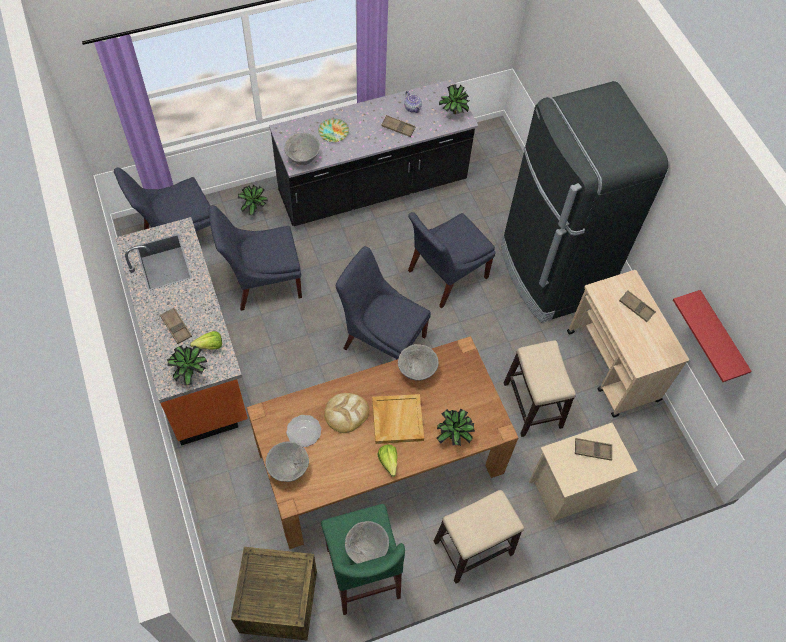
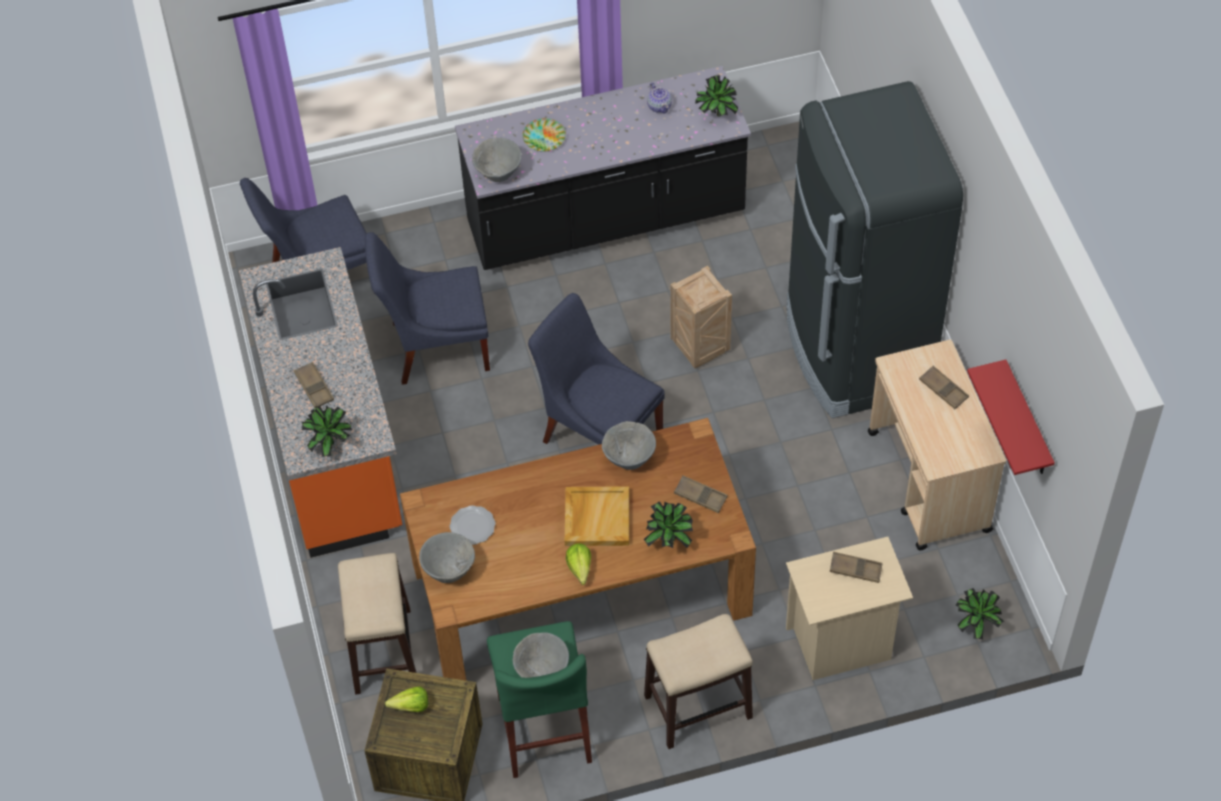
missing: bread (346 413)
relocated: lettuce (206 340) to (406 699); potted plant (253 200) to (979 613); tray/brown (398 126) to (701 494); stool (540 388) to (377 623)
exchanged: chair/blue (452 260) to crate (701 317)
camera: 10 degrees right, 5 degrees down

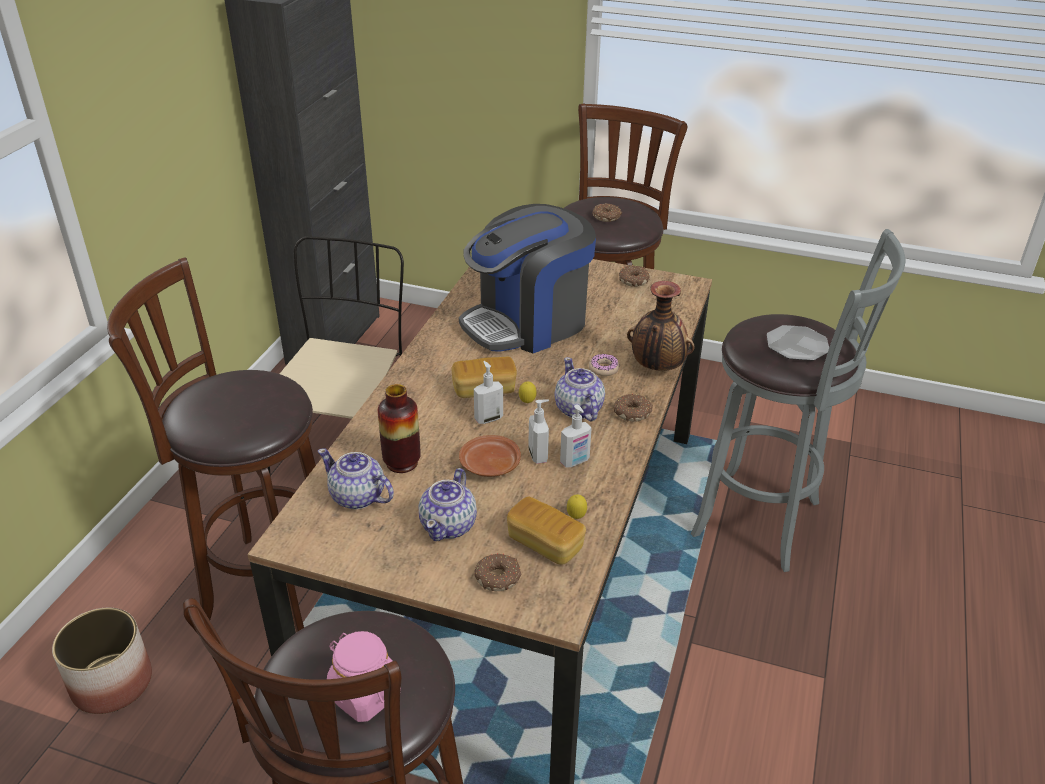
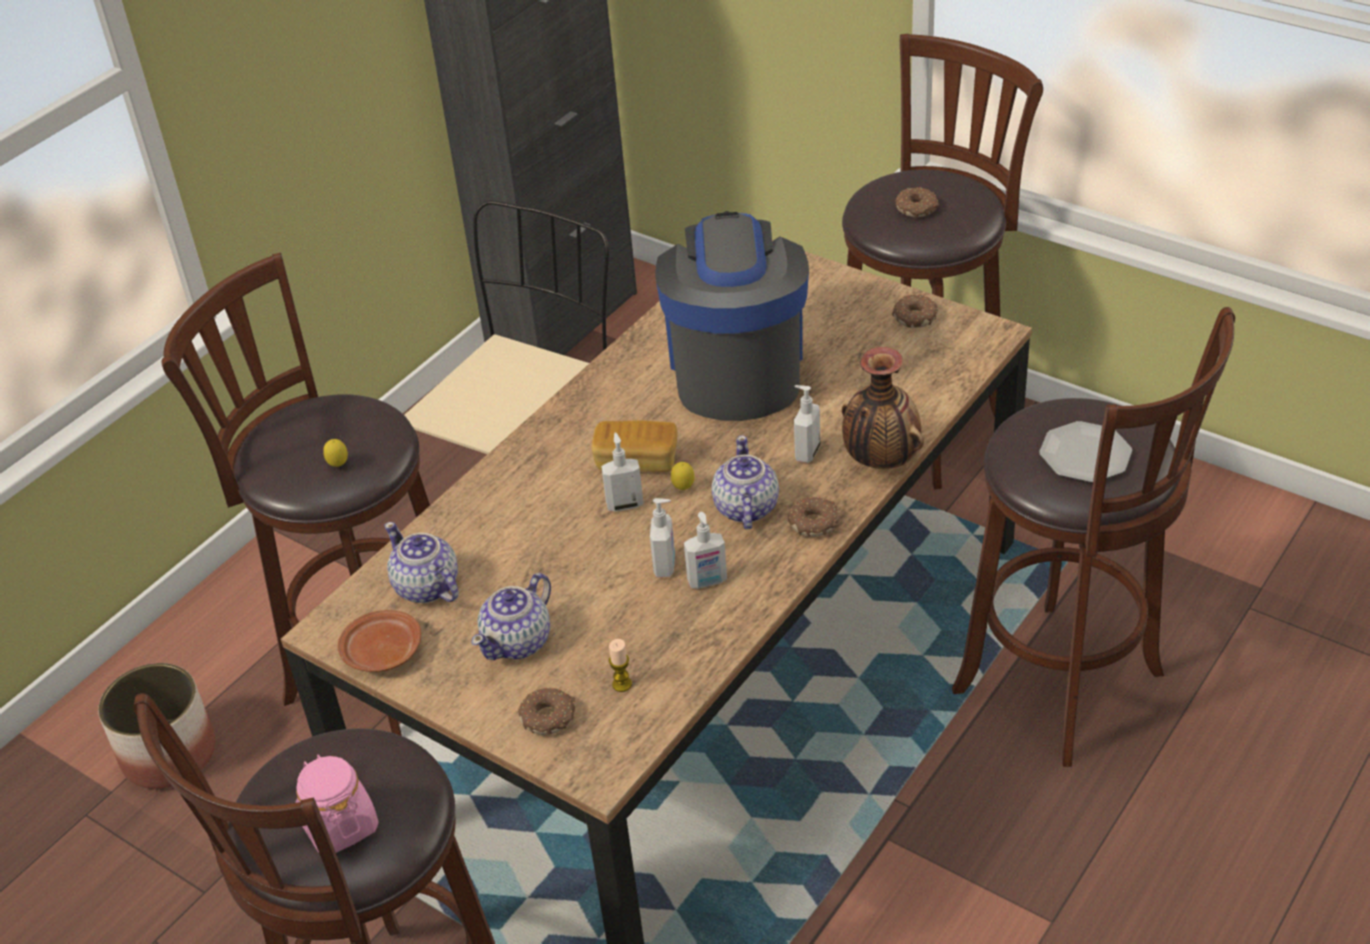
missing: vase (399 428)
relocated: plate/brown (490 456) to (379 641); lemon (577 506) to (335 453)
exchanged: bread (546 530) to candle (620 665); donut (604 365) to soap dispenser (807 424)
colour: stool/grey (798 400) to stool/brown (1093 537)
spun: coffee machine (527 278) = (732 316) 105 degrees clockwise
camera: 20 degrees right, 5 degrees up

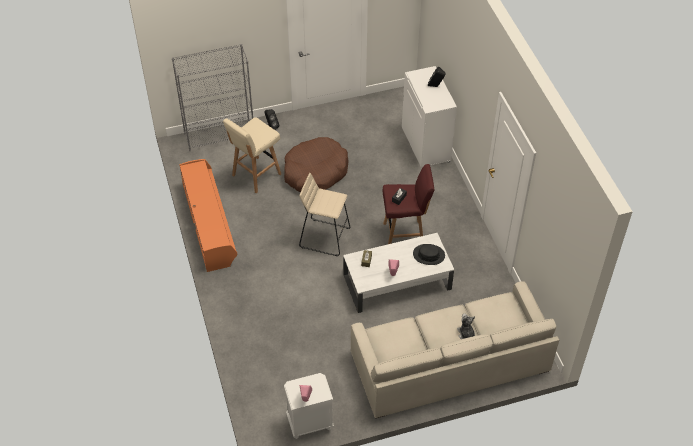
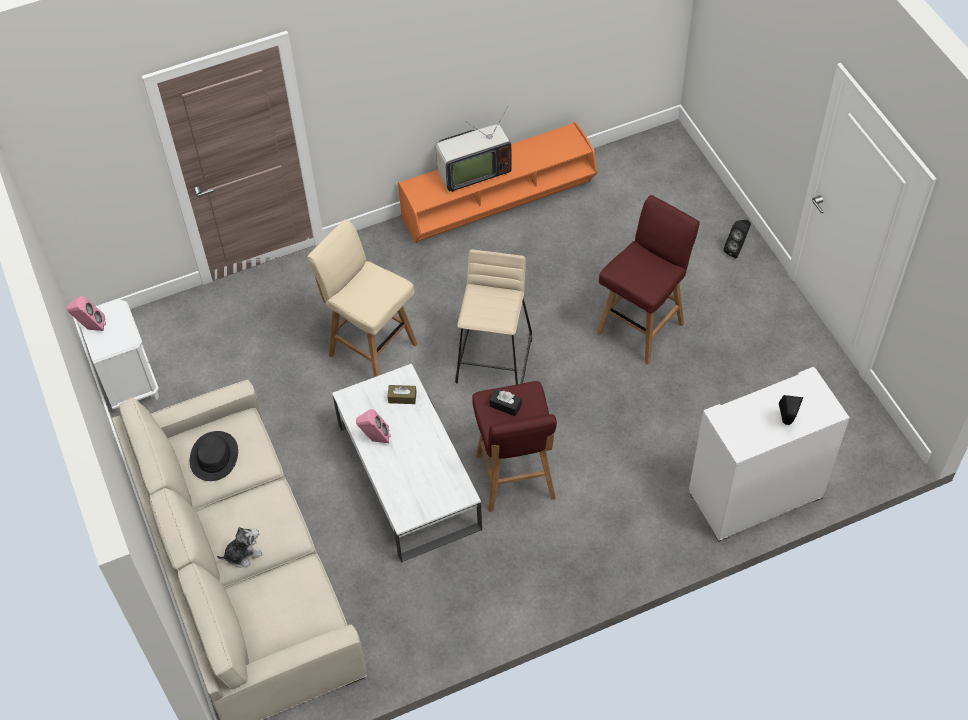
missing: bookcase/grey (212 97)
appeared: television (474 149)
relocated: stool/beige (252 155) to (362 298); hat/black (429 254) to (214 456)
exchanged: dog bed/brown (316 164) to stool/red (648 280)
camera: 85 degrees right, 5 degrees up

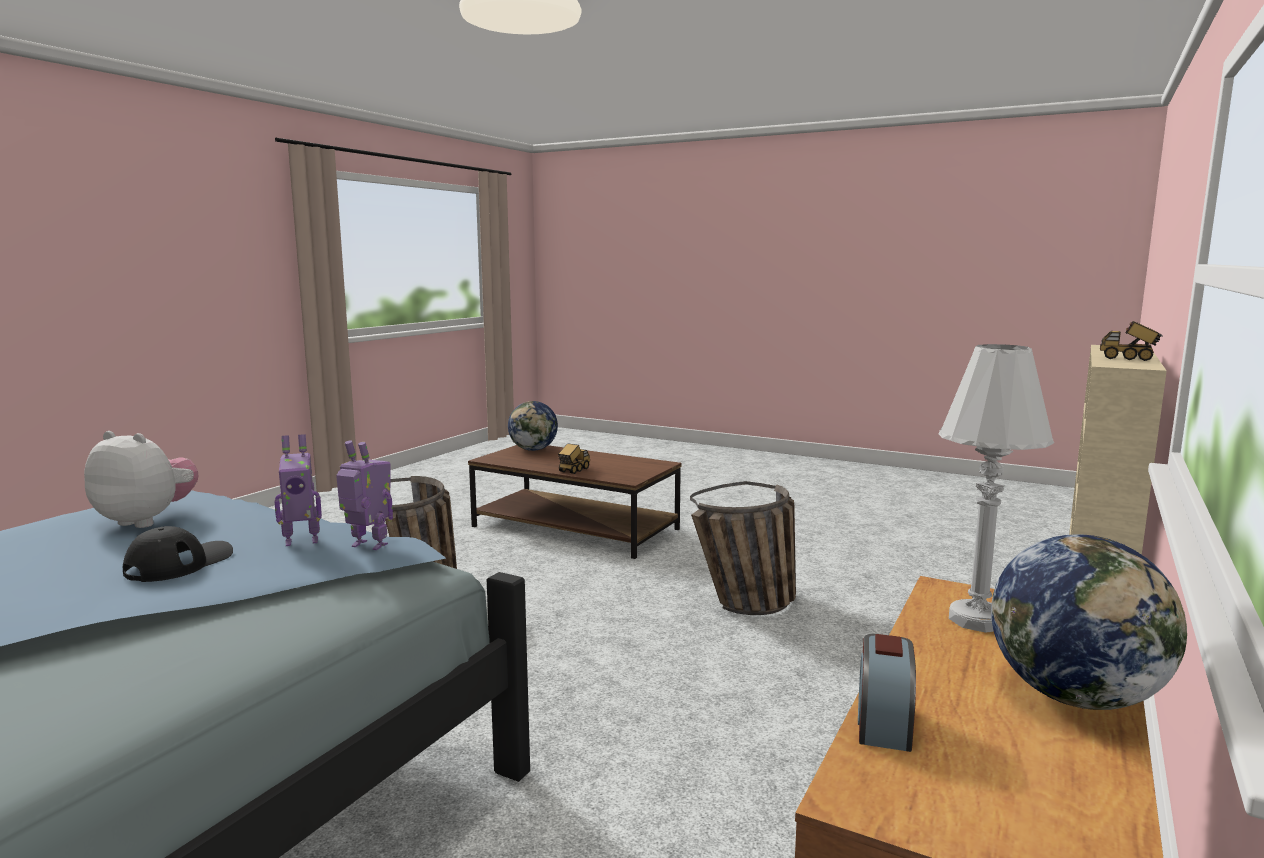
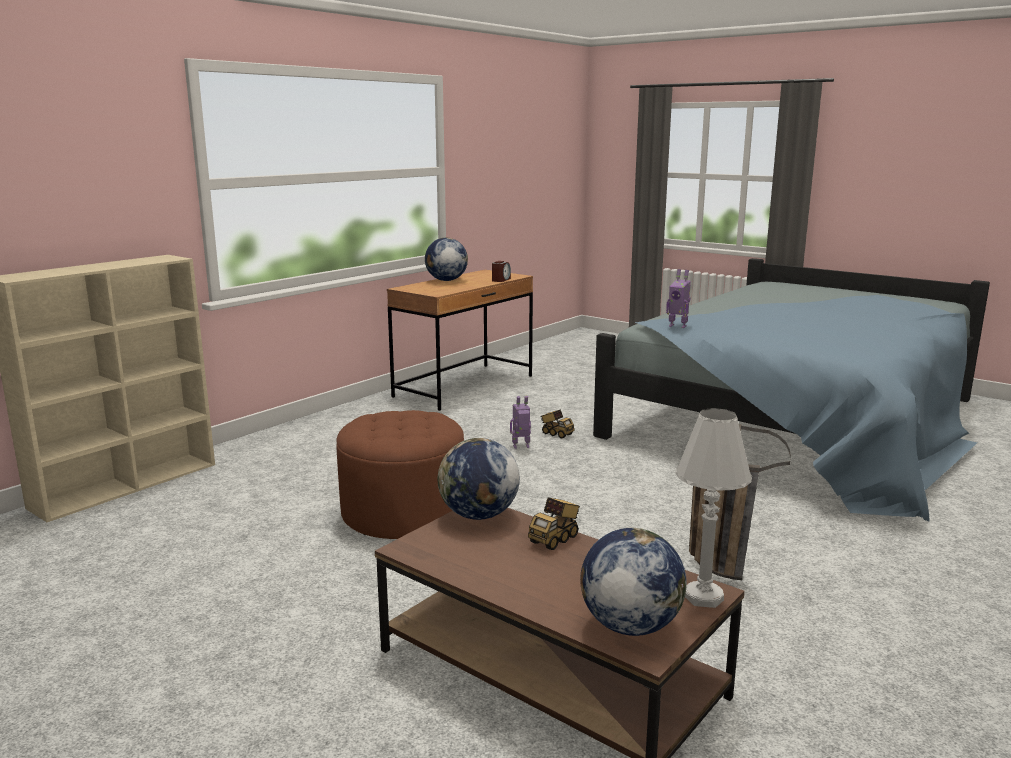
missing: plush toy (141 479); cap/black (178 554)
appeared: globe (479 479)
relocated: toy robot (298 490) to (520 422); table lamp/white (996 488) to (713 508); toy truck (1131 341) to (557 423)
exchanged: basket (743 548) to ottoman/brown (400 474)
camera: 170 degrees left, 5 degrees up

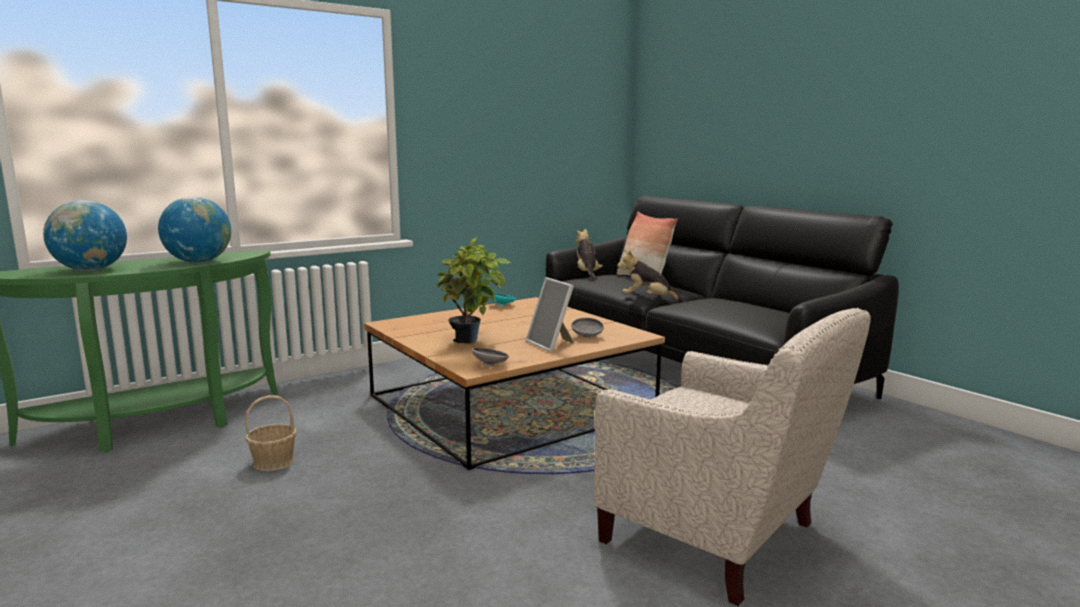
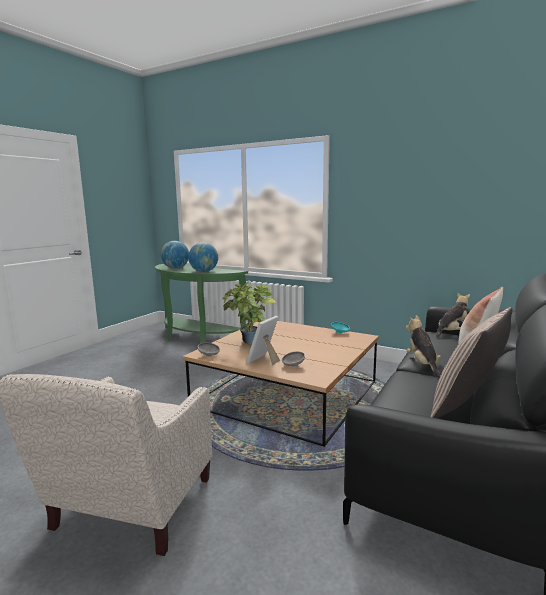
missing: basket (271 433)
appeared: pillow (471 363)
camera: 65 degrees right, 0 degrees up

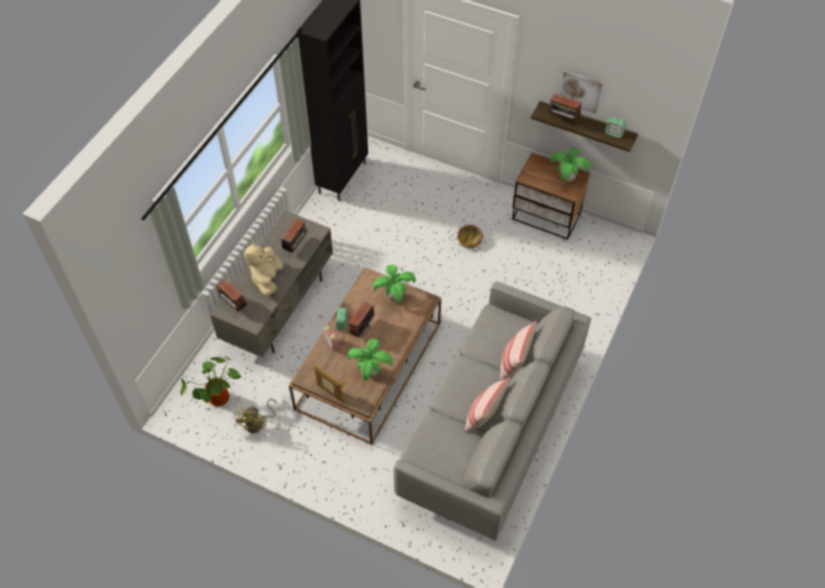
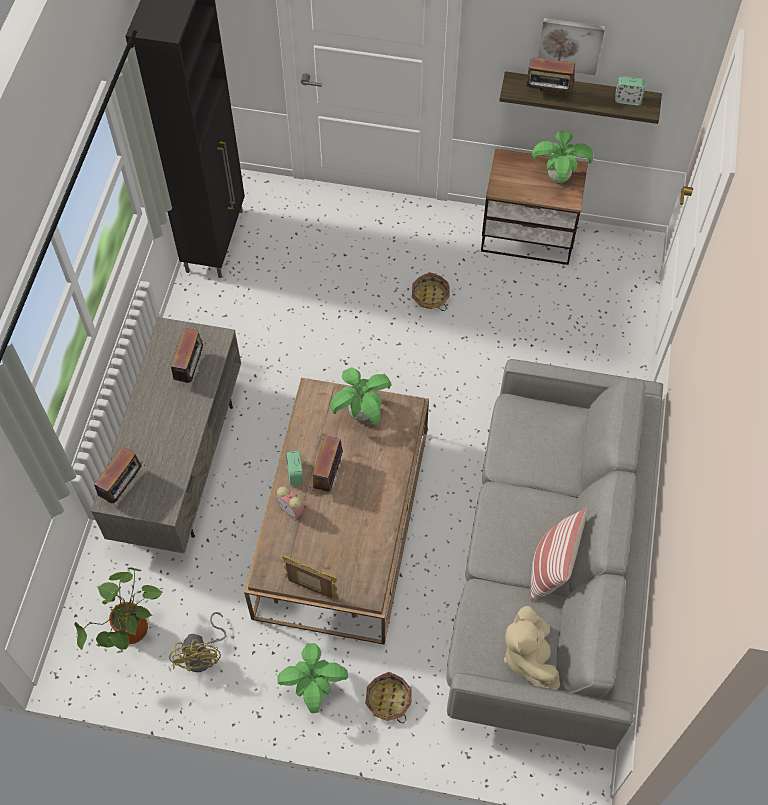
missing: pillow (518 351)
appeared: basket (388 697)
relocated: plush toy/beige (263 268) to (532 648); potted plant (370 359) to (312 678)
spun: radio (232 295) = (119 474) 90 degrees counterclockwise
camera: 15 degrees left, 5 degrees up

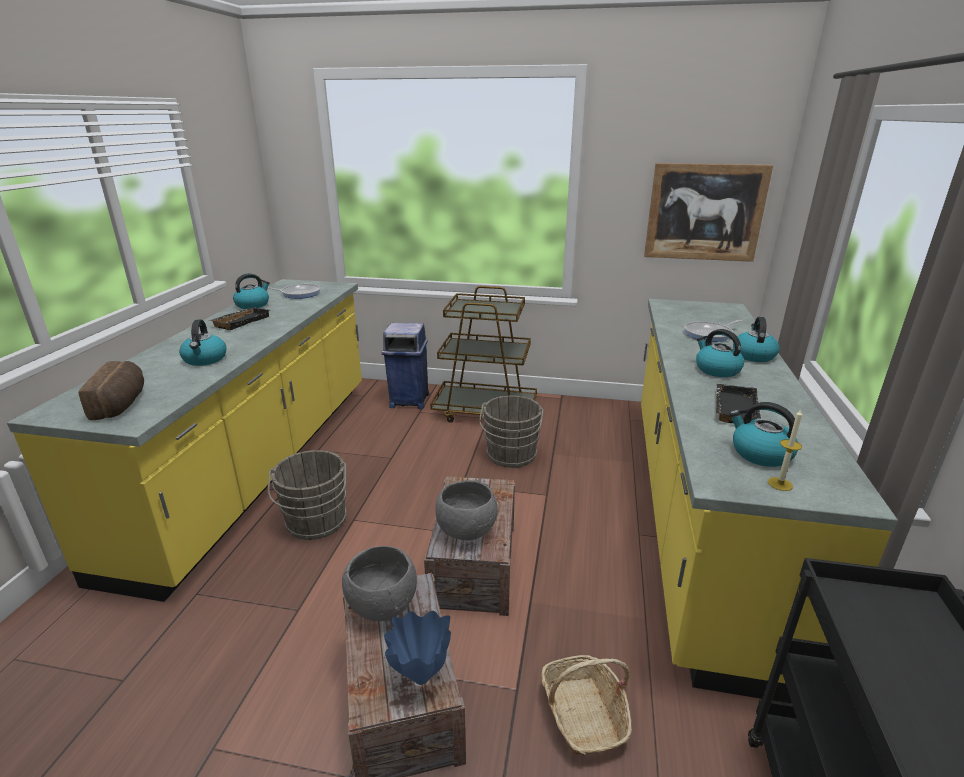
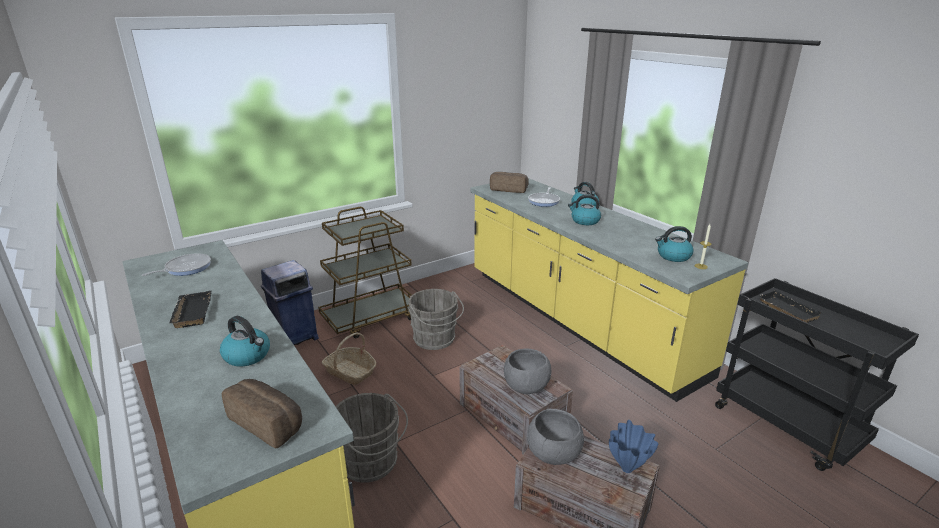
missing: kettle (251 291); picture (708 212)
appeared: bread (509 182)
relocated: basket (586 705) to (348 358); tray/black (738 403) to (790 306)
camera: 45 degrees left, 0 degrees up

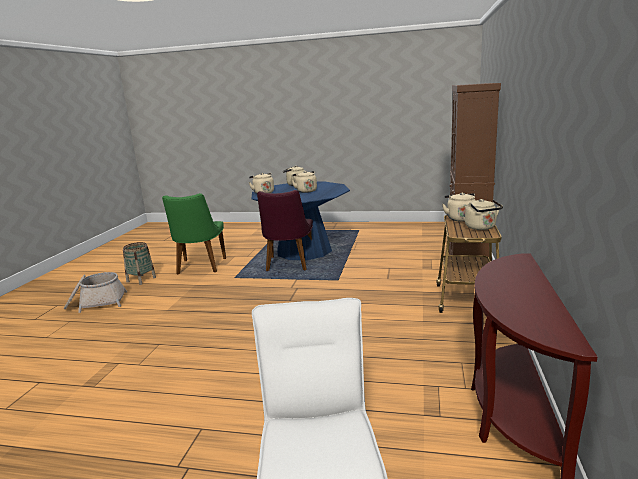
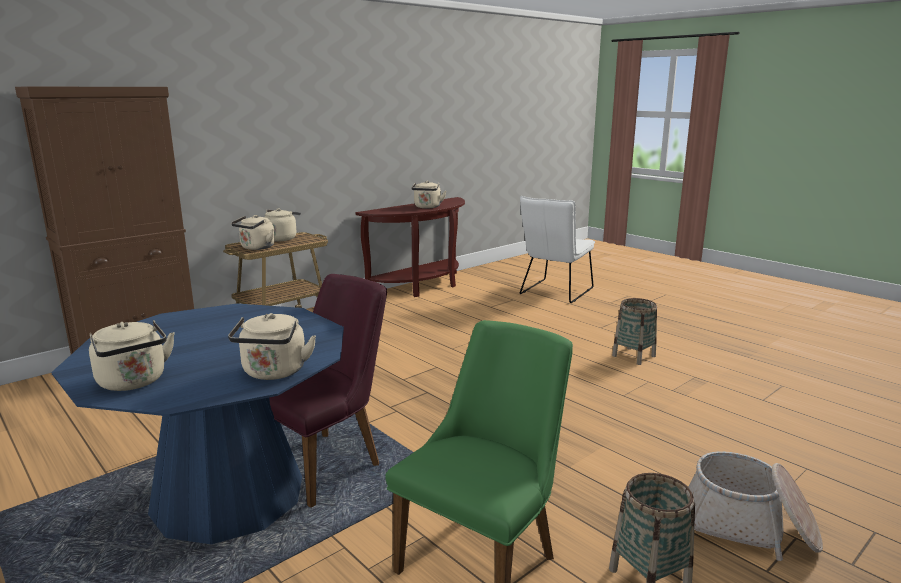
appeared: basket (634 331)
relocated: kettle/beige (304 182) to (428 194)
camera: 145 degrees left, 0 degrees up

